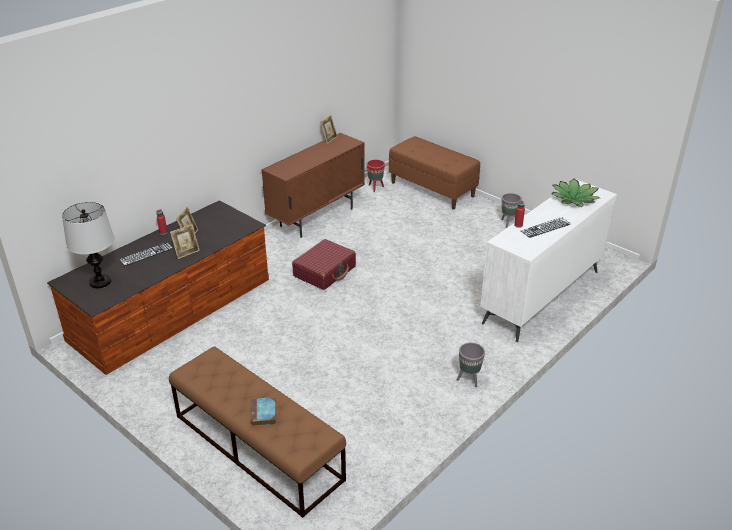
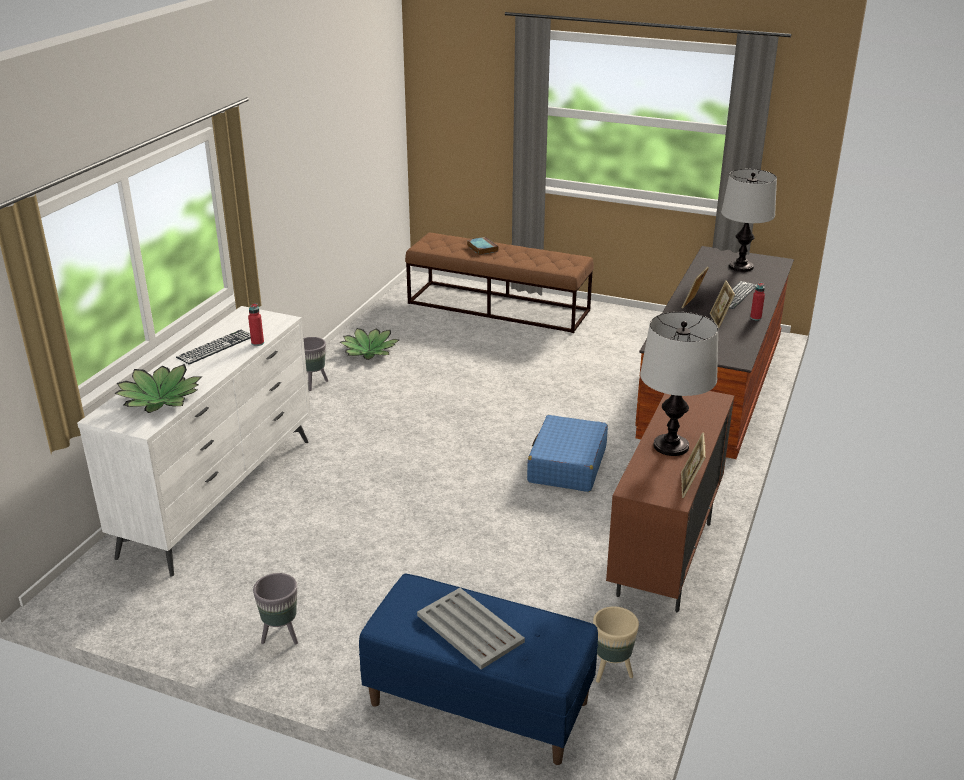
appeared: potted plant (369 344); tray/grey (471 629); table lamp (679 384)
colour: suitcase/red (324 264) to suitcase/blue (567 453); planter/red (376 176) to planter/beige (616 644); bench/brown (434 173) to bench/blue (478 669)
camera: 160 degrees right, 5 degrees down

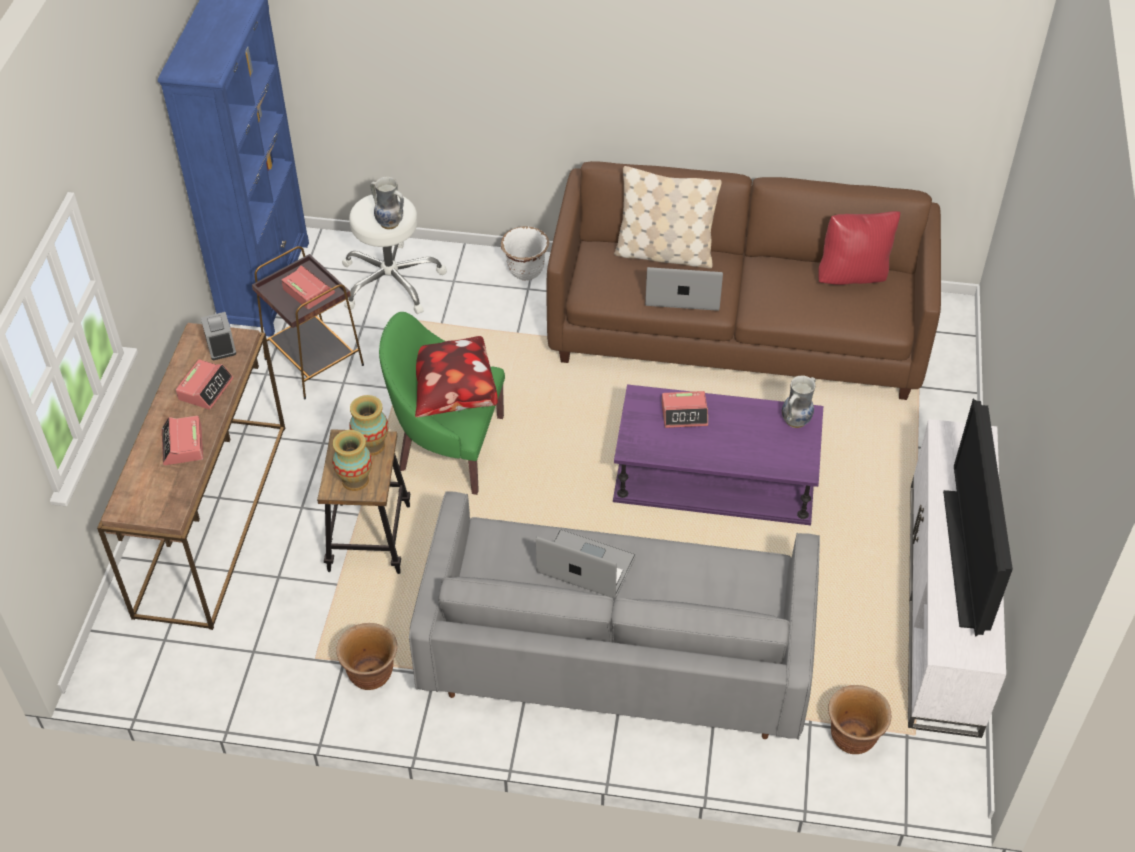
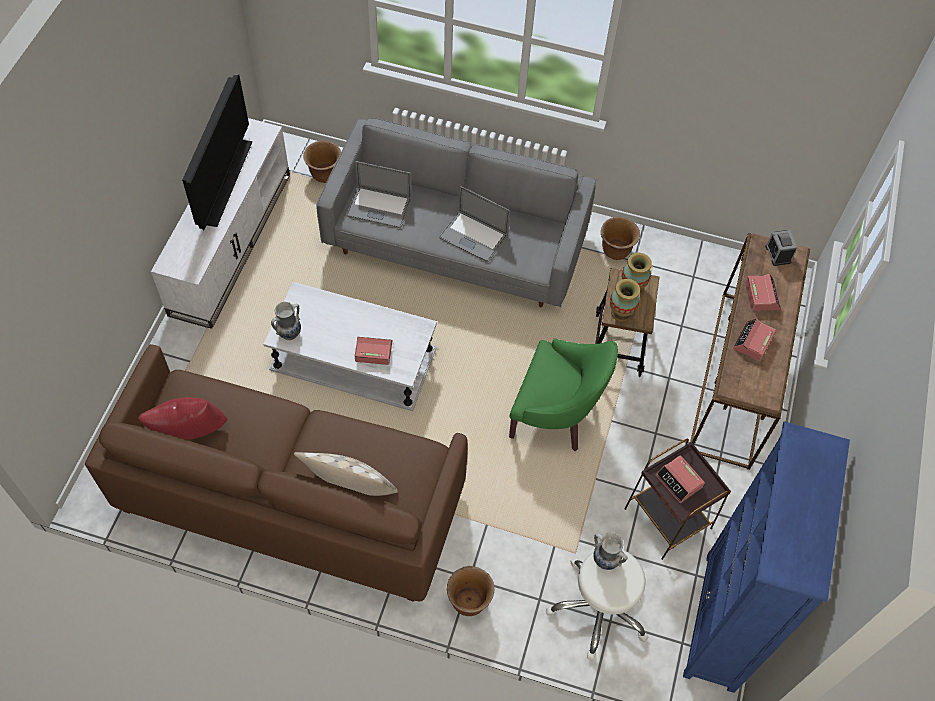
missing: pillow (456 376)
relocated: alarm clock (218 336) to (781 248); laptop (684 289) to (378 194)
colour: planter/white (525 254) to planter/brown (471 591); coffee table/purple (718 454) to coffee table/white (350 346)
camera: 175 degrees left, 10 degrees up

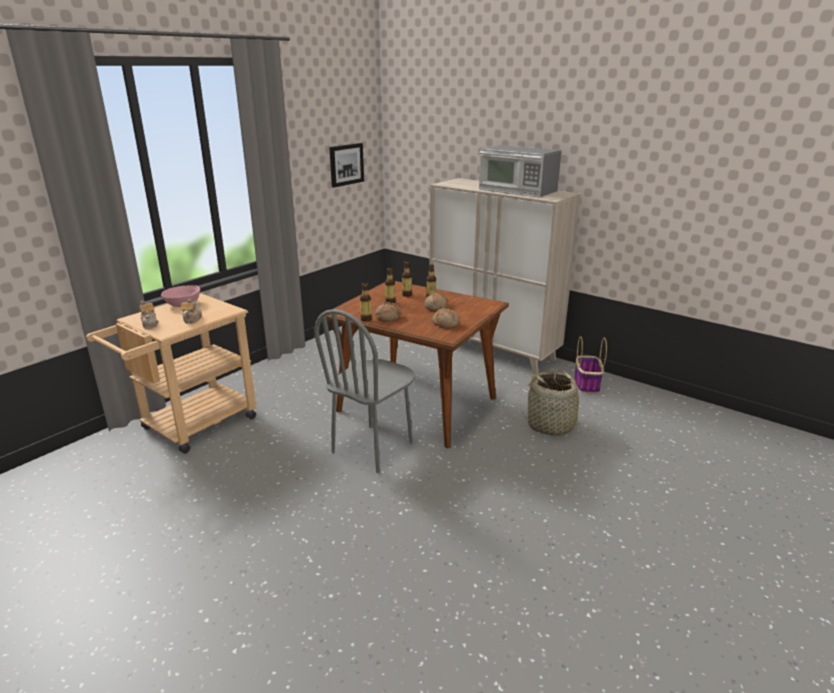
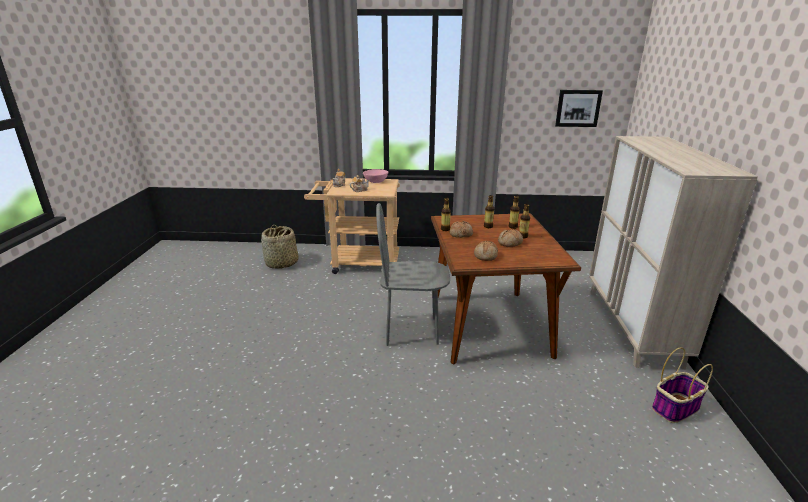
missing: microwave (520 171)
relocated: basket (555 403) to (279 247)
camera: 55 degrees right, 0 degrees up

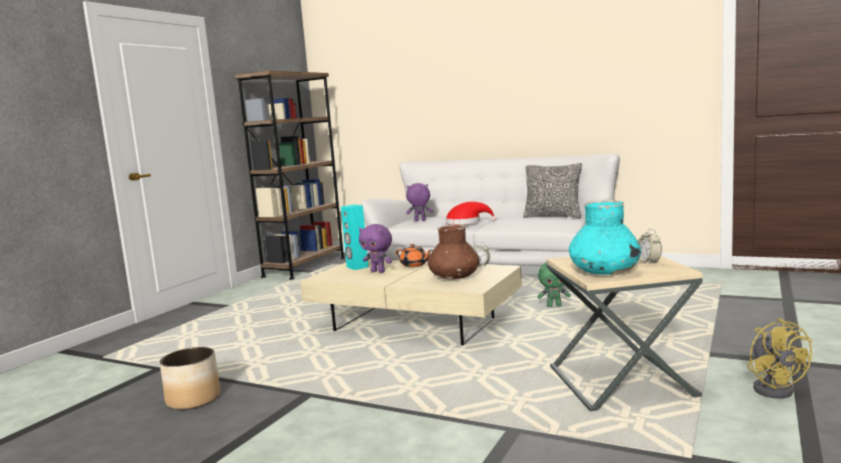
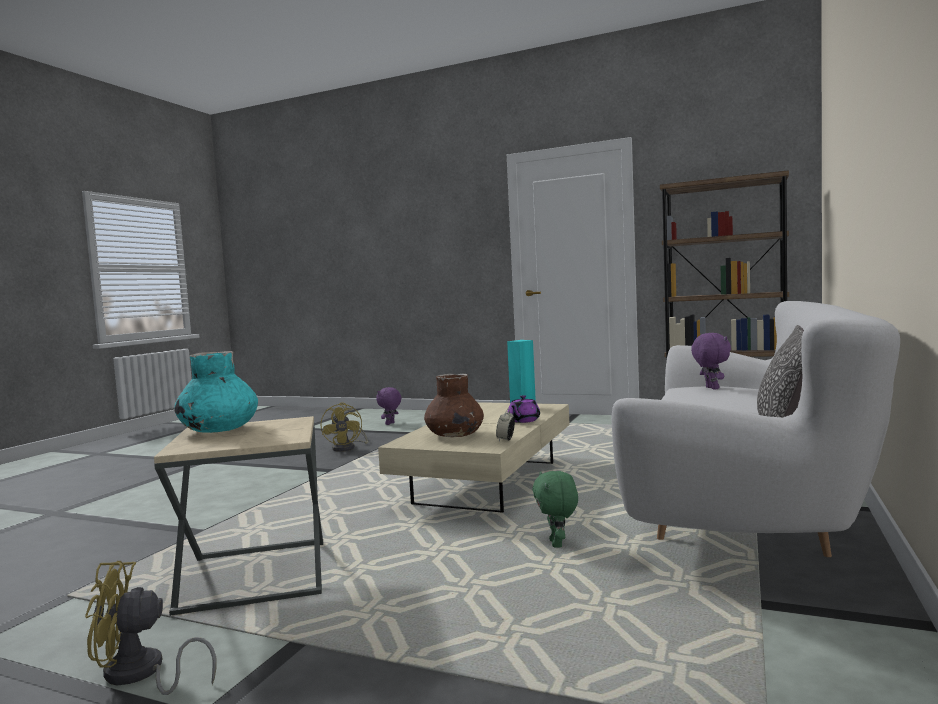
missing: hat/red (471 213); alarm clock (650 247)
relocated: plush toy/purple (375 248) to (388 406)
exchanged: planter (190 378) to fan/yellow (344 427)
colour: teapot/orange (414 255) to teapot/purple (523 409)
camera: 85 degrees right, 5 degrees down

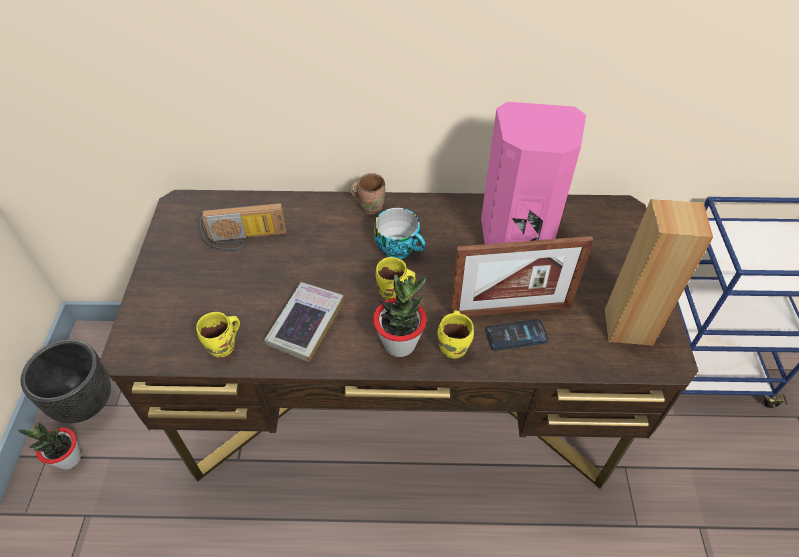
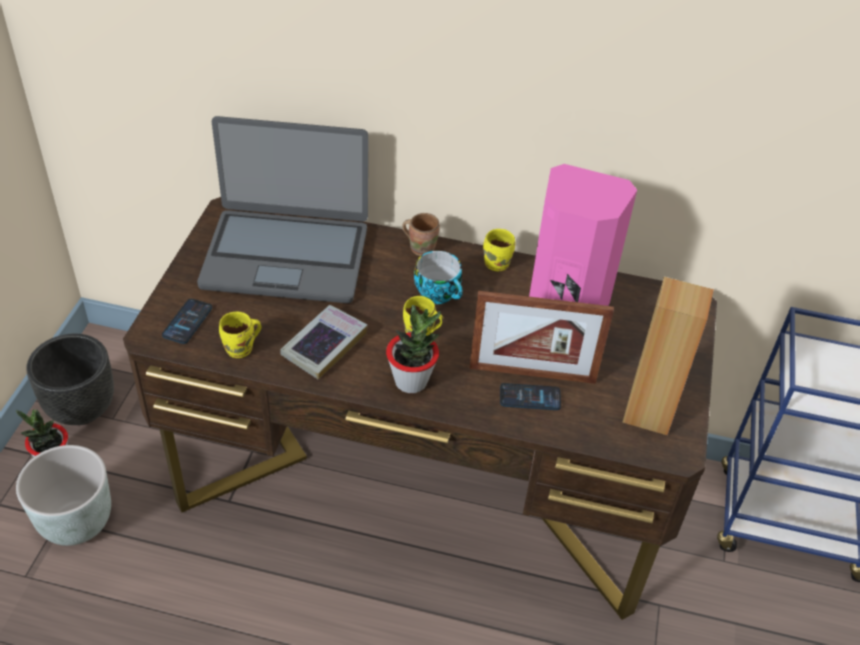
appeared: planter/grey (63 495); phone (187 321)
relocated: mug/yellow (456 334) to (499 250)
exchanged: radio (243 227) to laptop (282 209)
camera: 10 degrees right, 5 degrees down

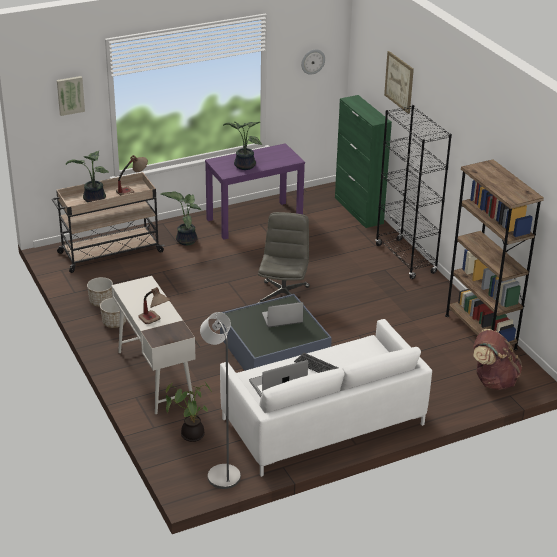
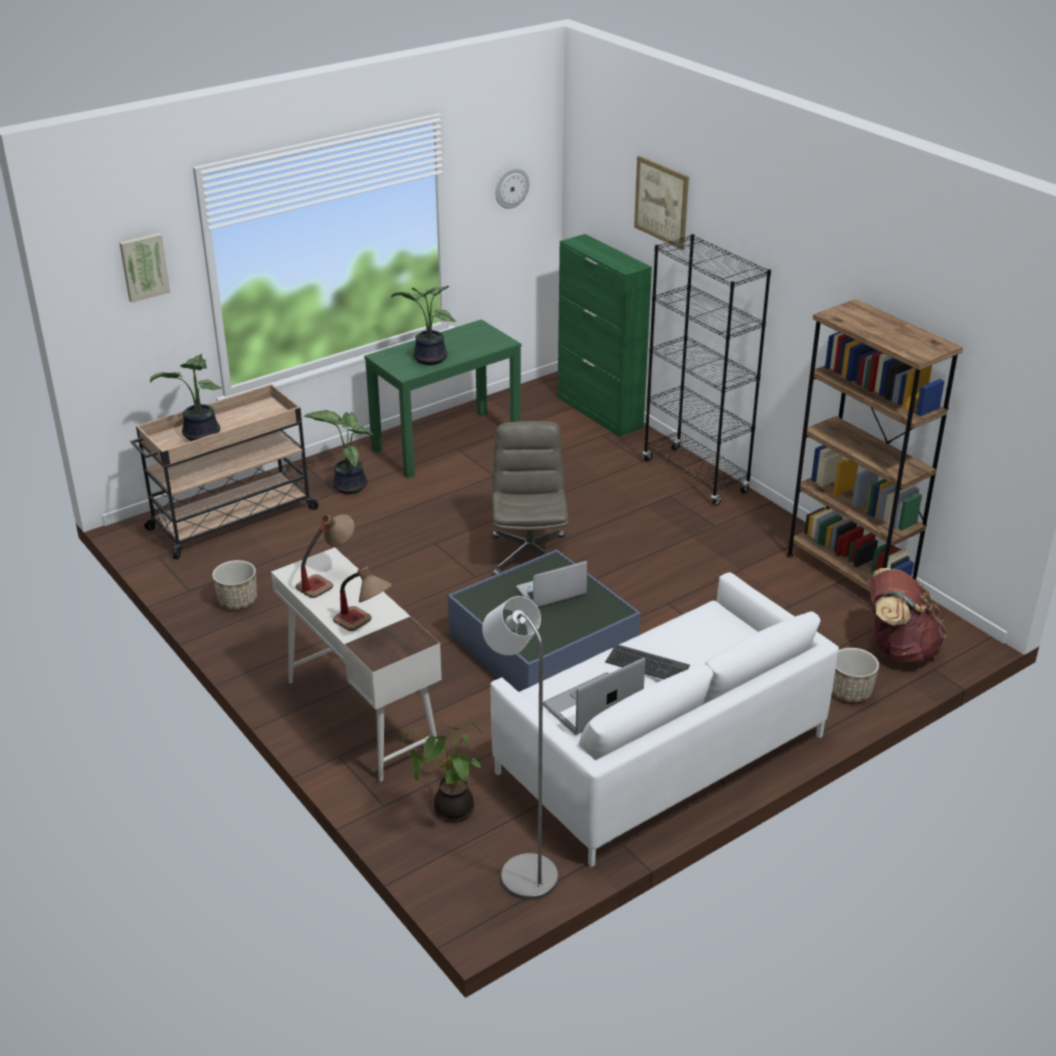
relocated: planter (113 313) to (855 675); table lamp (132 175) to (325 556)
colour: console table/purple (255 191) to console table/green (442 399)
camera: 10 degrees left, 0 degrees up

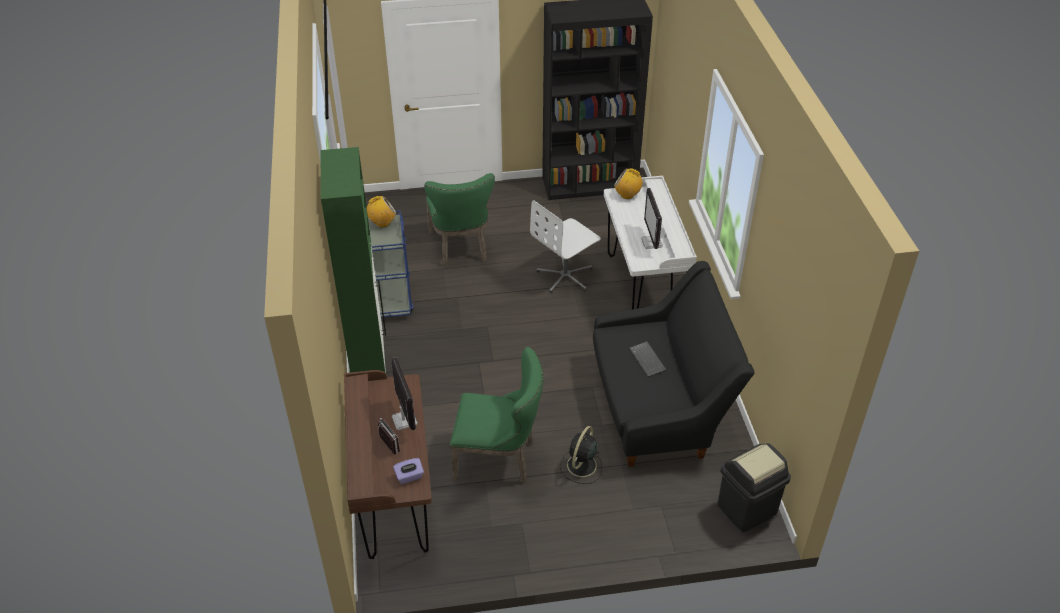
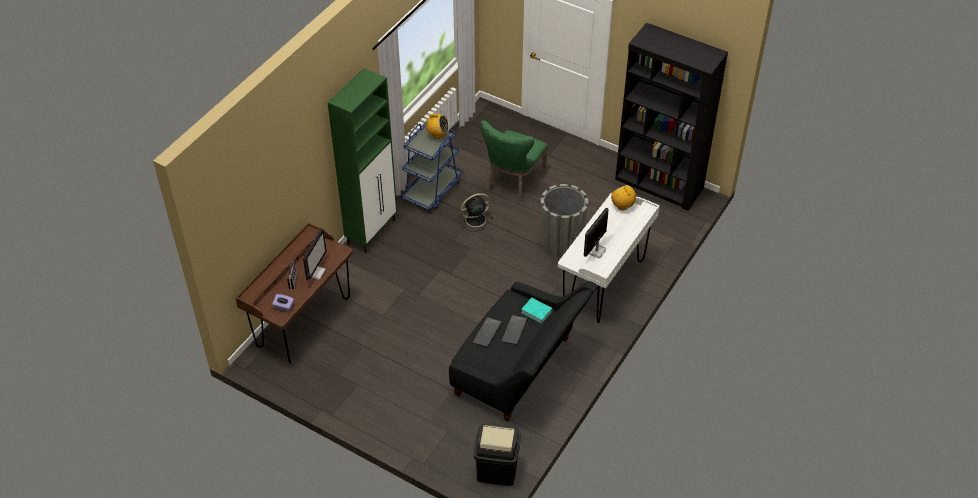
missing: chair/green (497 415)
appeared: keyboard (487 332); book/turquoise (537 311)
relocated: fan/black (581 455) to (476 212)
exchanged: office chair/white (565 246) to planter/grey (565 221)
camera: 40 degrees right, 5 degrees up

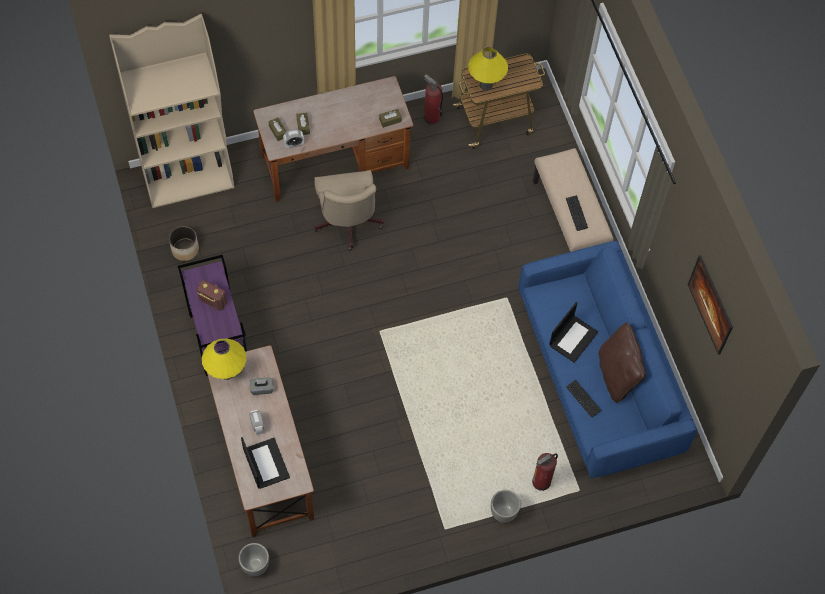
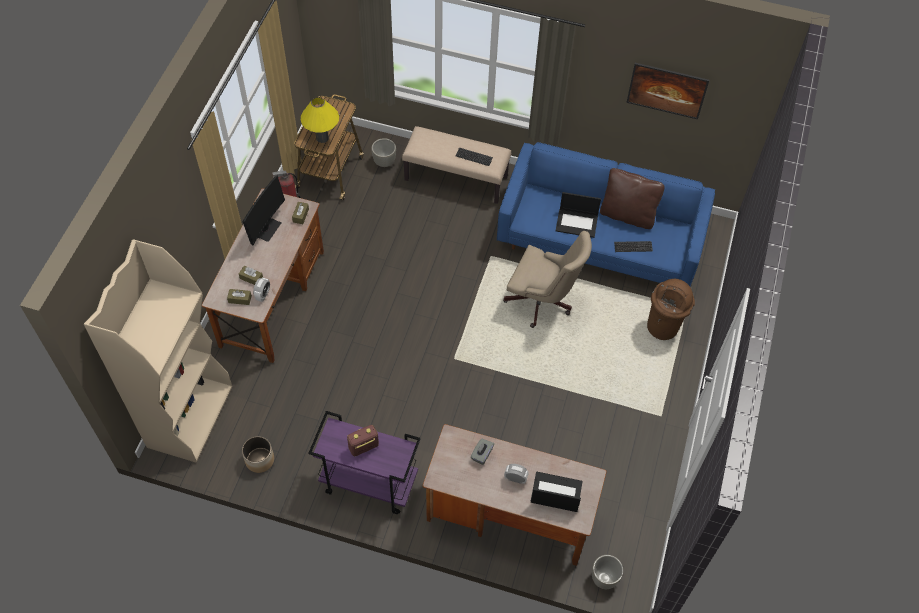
missing: table lamp/yellow (224 359)
appeared: monitor (263 210)
relocated: office chair/beige (349 210) to (547 279); planter/grey (506 506) to (383 152)
exchanged: fire extinguisher (545 472) to trash can/brown (671 309)
spun: laptop (573 332) = (578 215) 120 degrees clockwise
camera: 55 degrees left, 5 degrees down

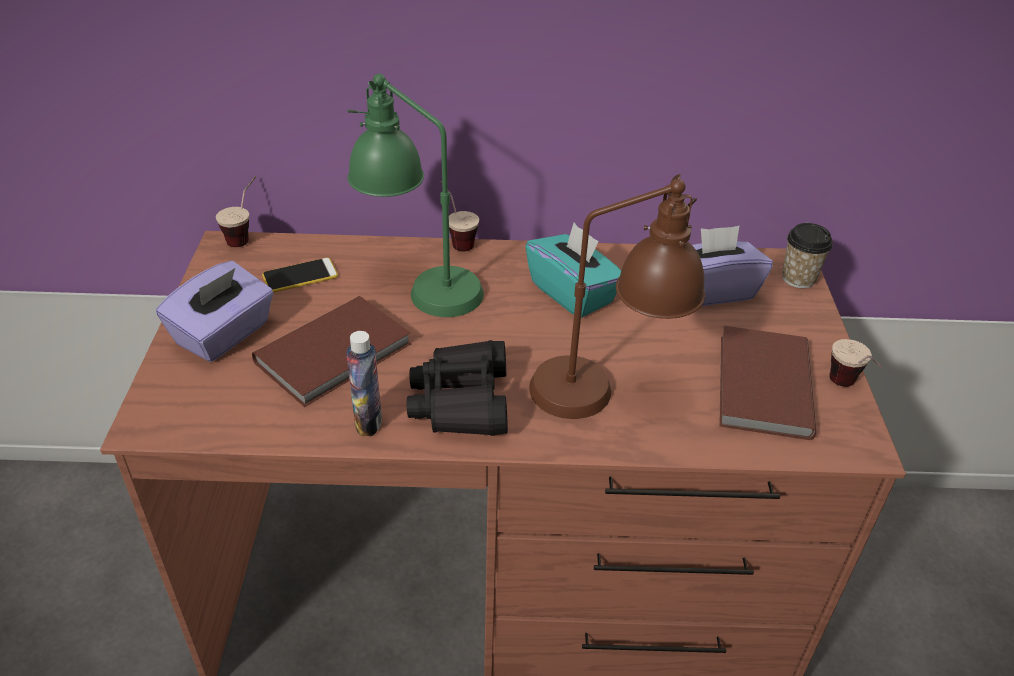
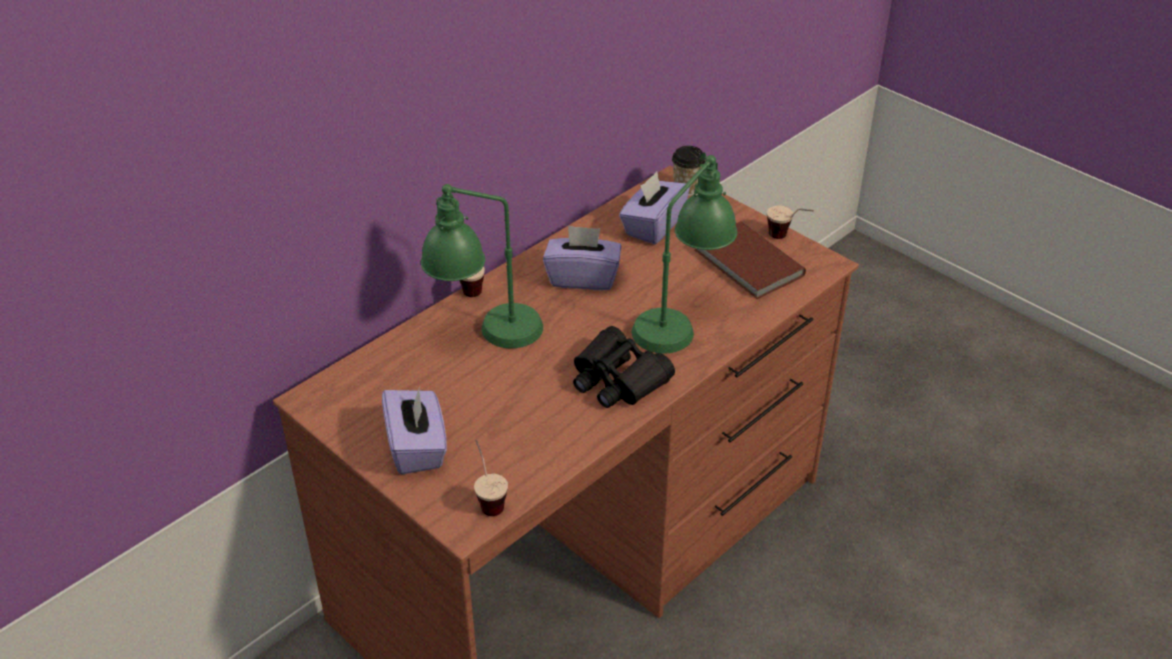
missing: book/brown (331 351); phone (300 275); bottle (364 383)
relocated: cup (236 211) to (491 477)
colour: tissue box/turquoise (573 270) to tissue box/purple (582 257); table lamp/brown (617 296) to table lamp/green (684 253)
camera: 45 degrees left, 0 degrees up

